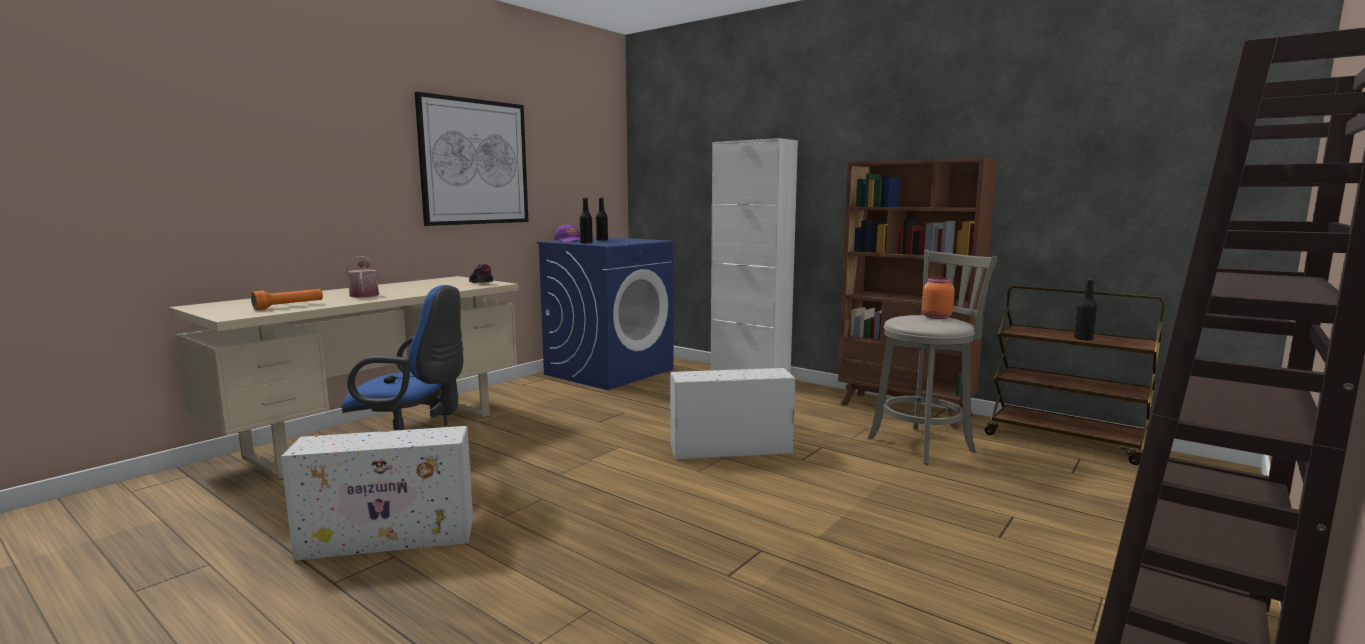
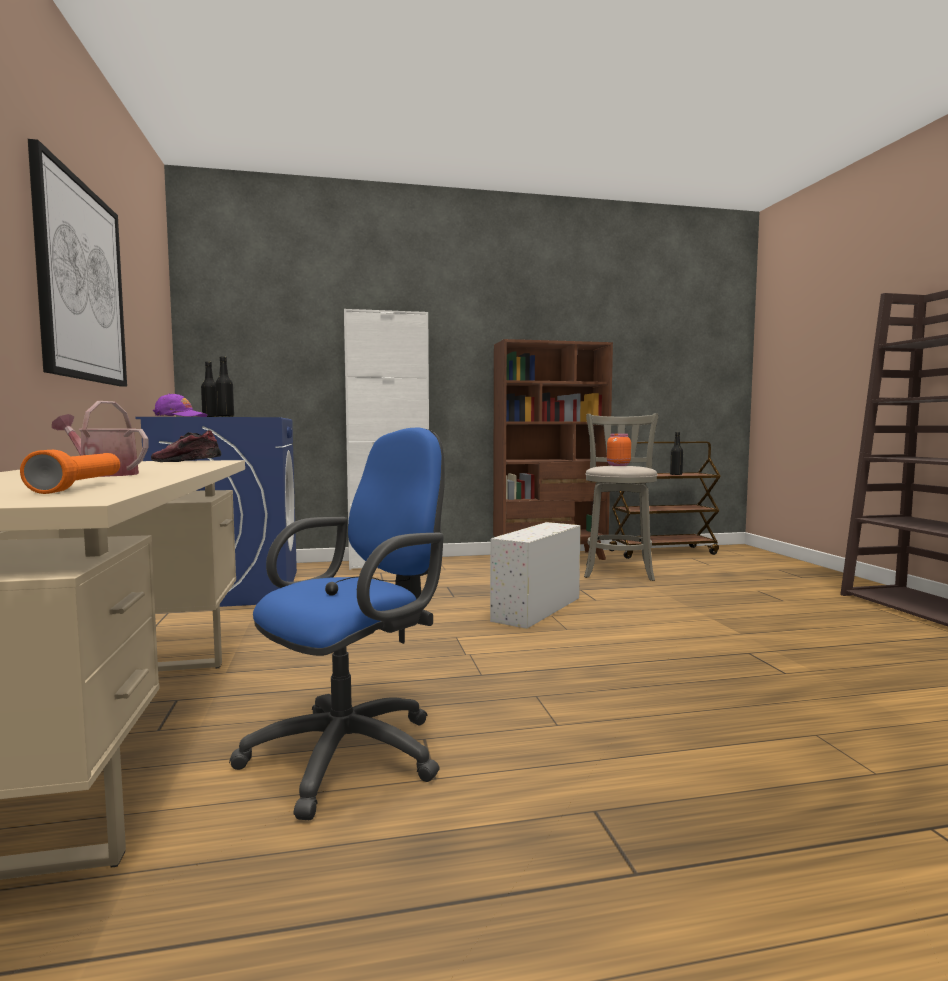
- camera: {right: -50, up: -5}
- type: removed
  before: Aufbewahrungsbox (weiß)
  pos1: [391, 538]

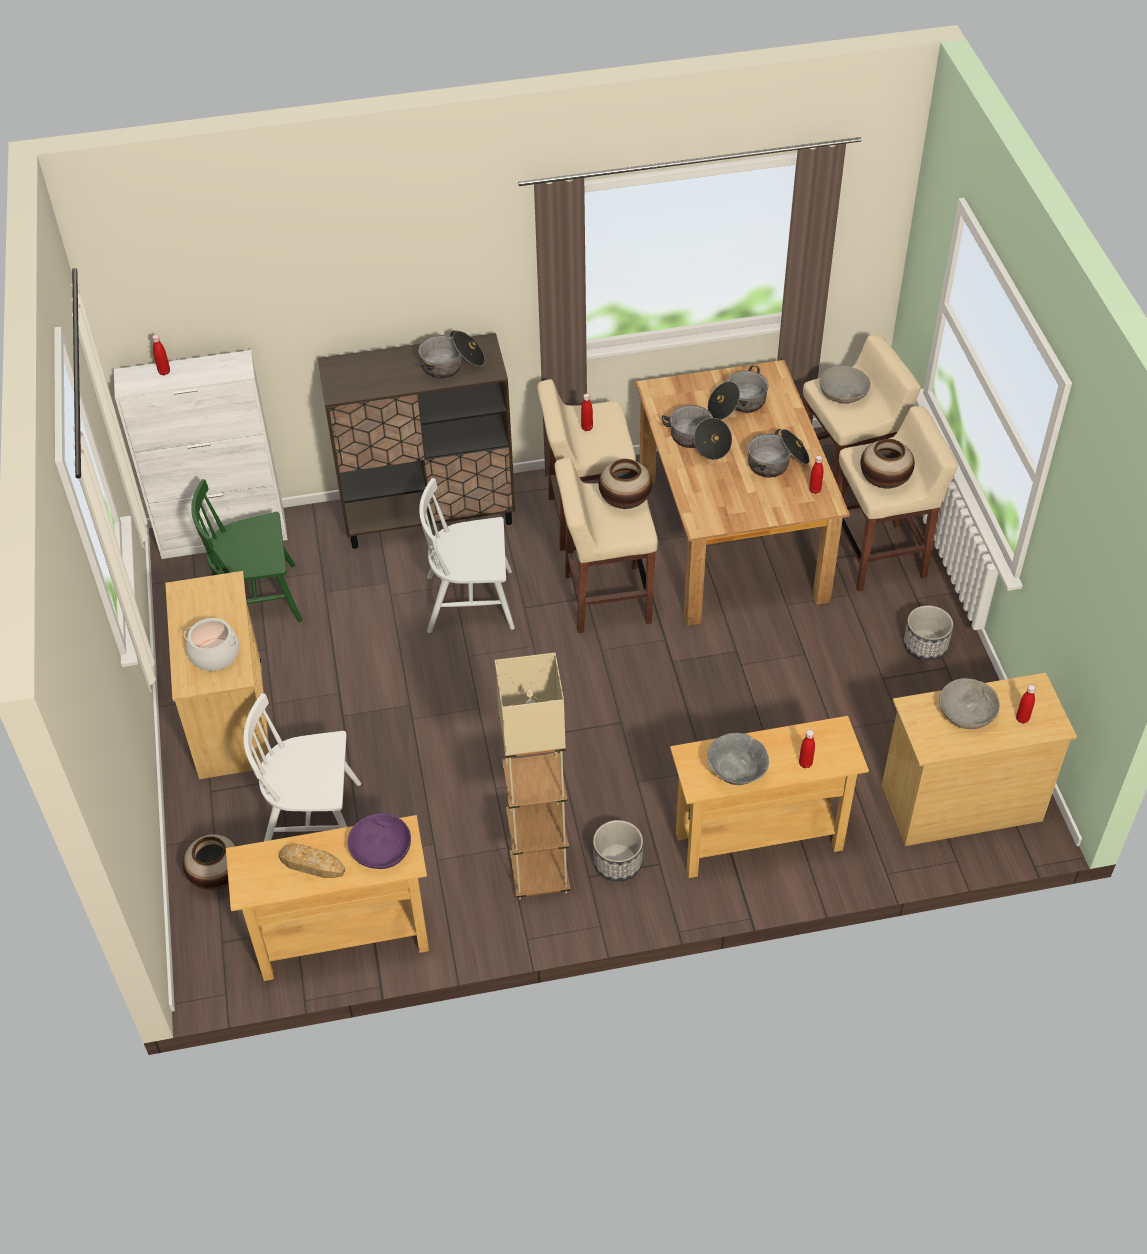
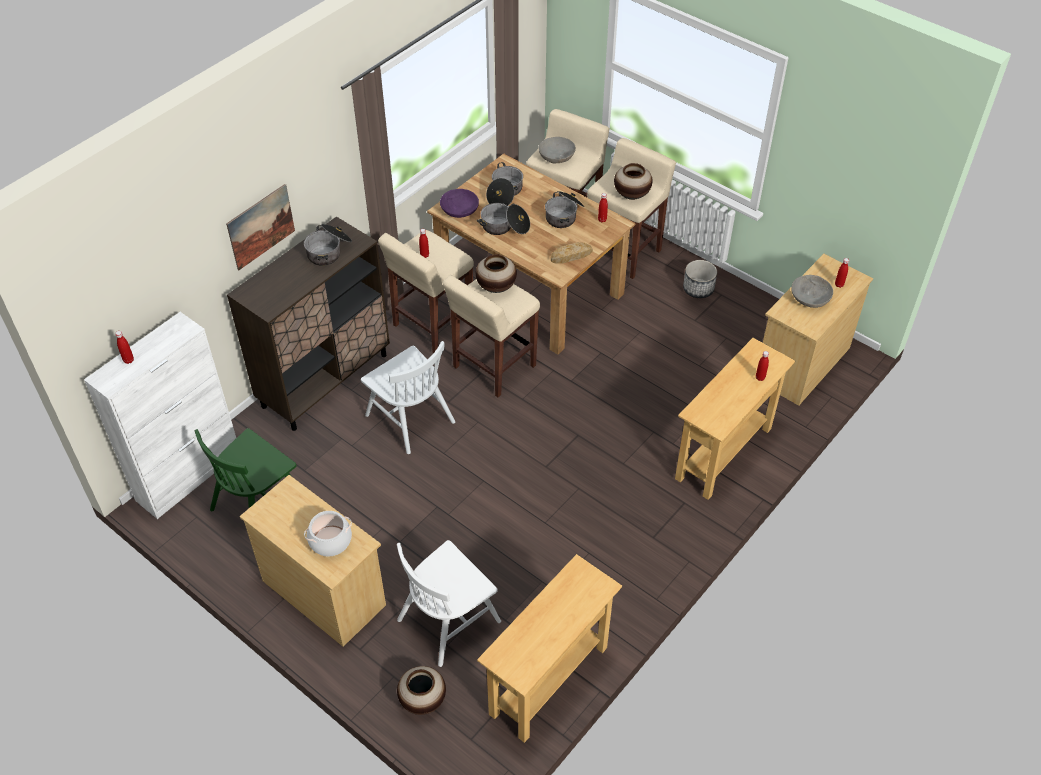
- camera: {right: -40, up: 0}
- type: turned
  before: Stuhl (weiß)
  pos1: [471, 601]
  pos2: [410, 418]
  turn: -90
- type: removed
  before: Stehlampe (beige)
  pos1: [539, 875]
- type: removed
  before: Schüssel (grau)
  pos1: [736, 774]
- type: moved
  before: Schüssel (lila)
  pos1: [381, 850]
  pos2: [459, 211]
- type: removed
  before: Pflanzkübel
  pos1: [617, 863]
- type: moved
  before: Brot
  pos1: [311, 865]
  pos2: [571, 256]
- type: added
  after: Bild
  pos2: [261, 226]

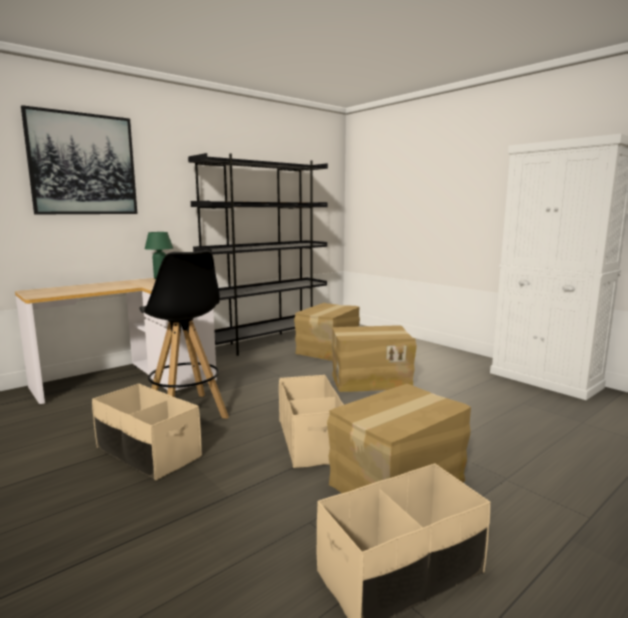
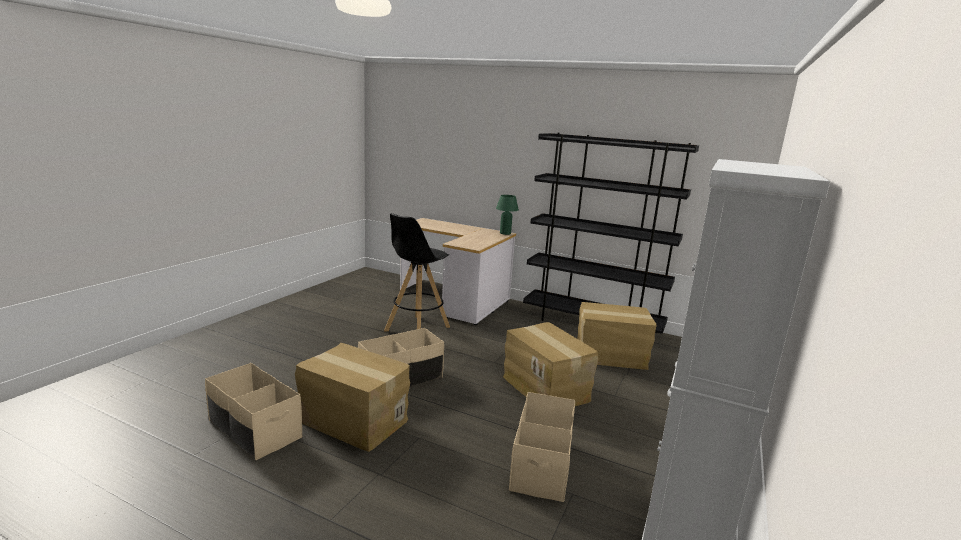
- camera: {right: 65, up: 5}
- type: removed
  before: Bild
  pos1: [83, 164]
- type: moved
  before: Aufbewahrungsbox (beige)
  pos1: [147, 452]
  pos2: [540, 464]

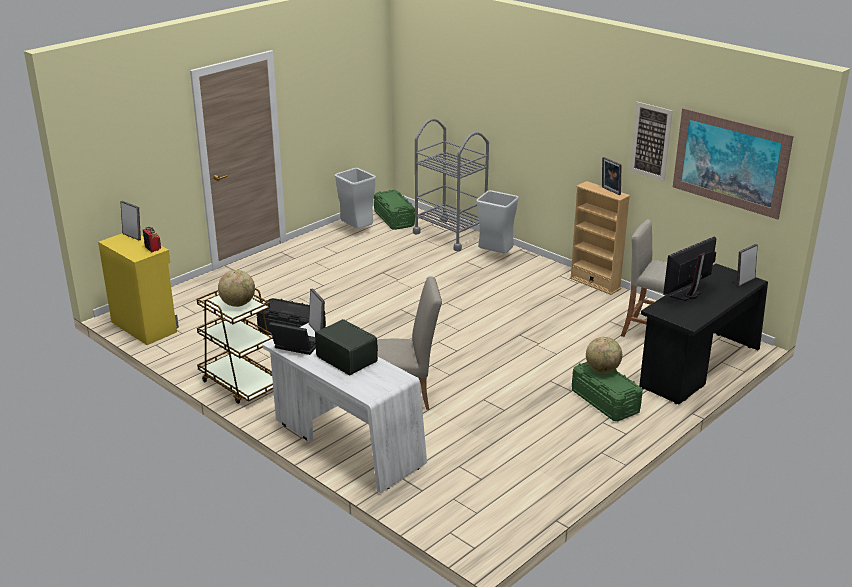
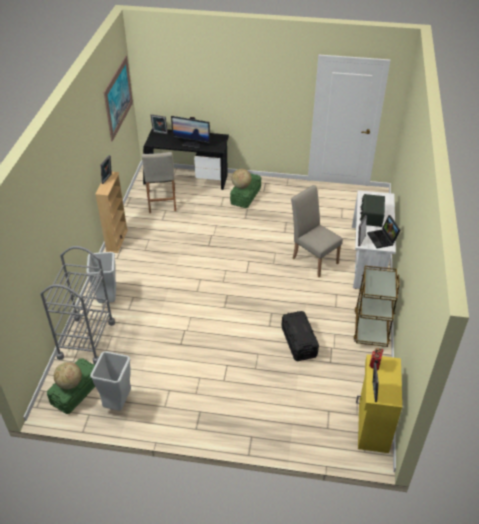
- camera: {right: -125, up: 15}
- type: removed
  before: Bild
  pos1: [650, 141]
- type: moved
  before: Globus
  pos1: [238, 304]
  pos2: [69, 383]

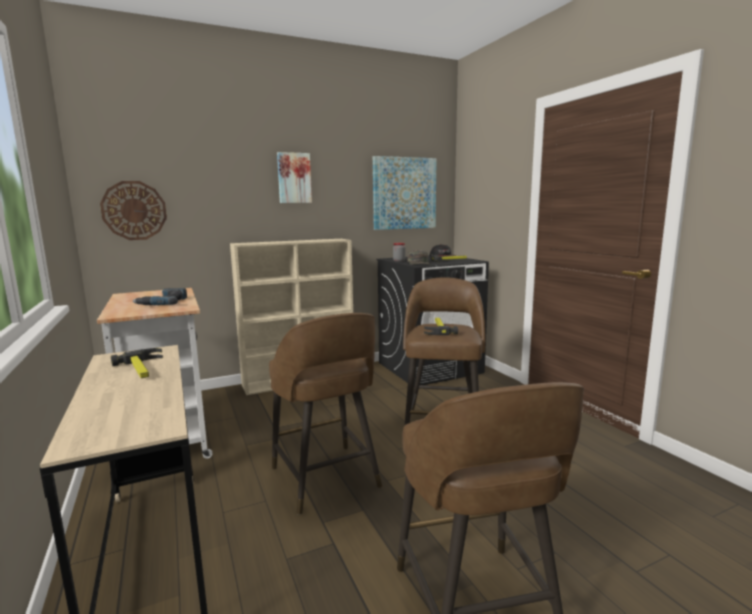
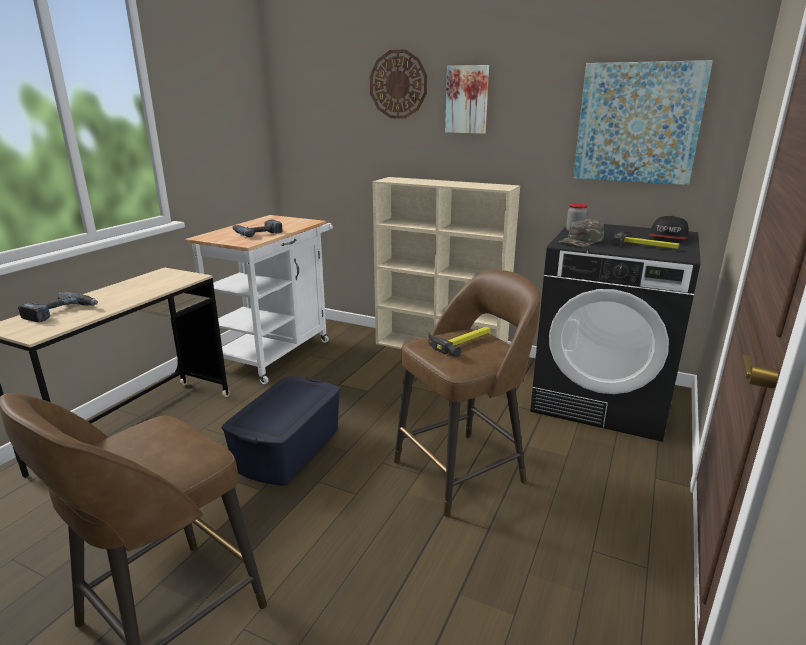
- camera: {right: 50, up: 10}
- type: moved
  before: Wanduhr
  pos1: [134, 210]
  pos2: [398, 84]
- type: replaced
  before: Hocker (braun)
  after: Aufbewahrungsbox (blau)
  pos1: [326, 479]
  pos2: [287, 449]
- type: removed
  before: Hammer
  pos1: [142, 369]
- type: added
  after: Bohrmaschine
  pos2: [60, 312]

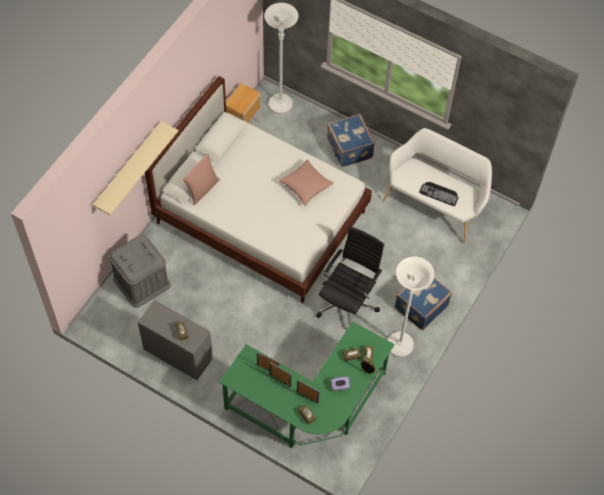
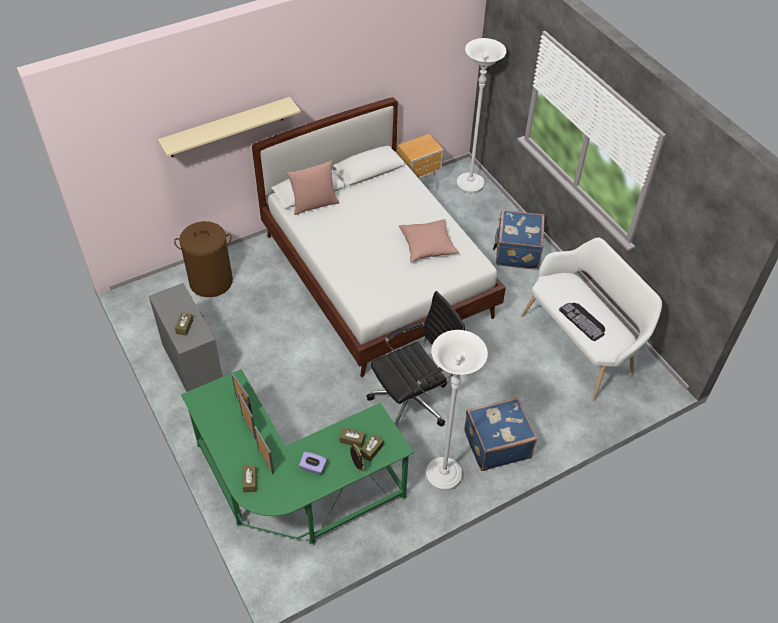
- camera: {right: 30, up: -10}
- type: replaced
  before: Aufbewahrungsbox (grau)
  after: Wäschekorb (braun)
  pos1: [141, 281]
  pos2: [211, 281]

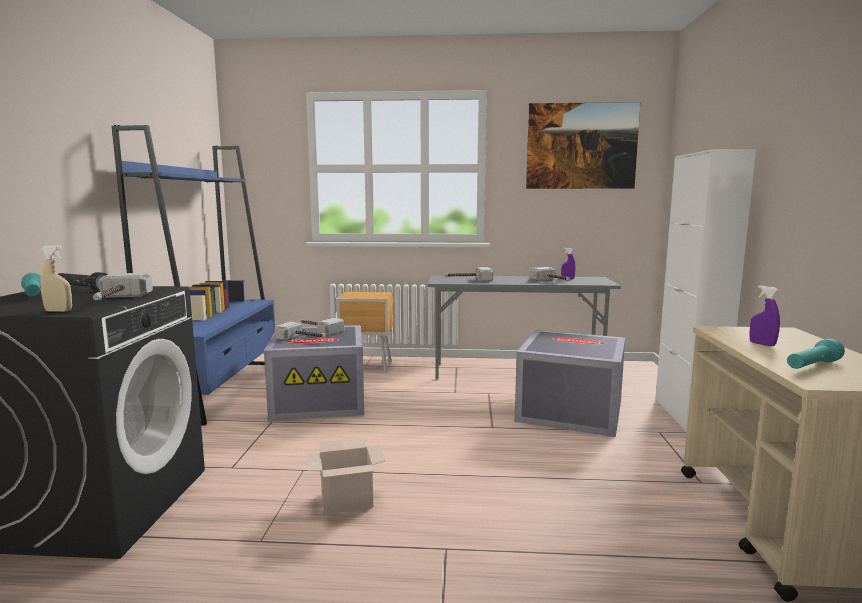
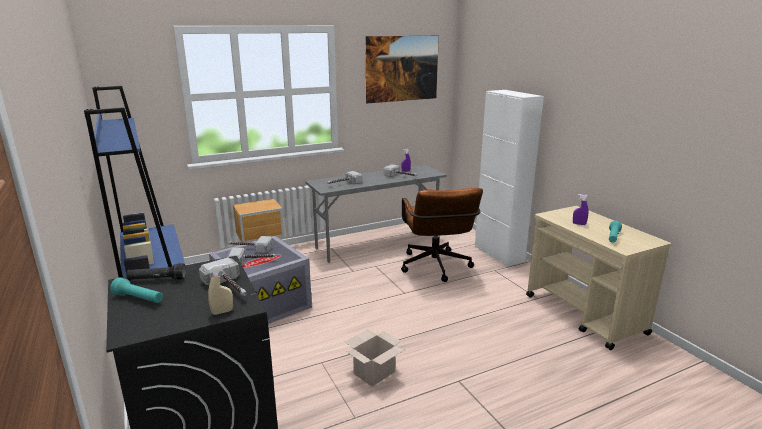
- camera: {right: -30, up: 10}
- type: replaced
  before: Aufbewahrungsbox (grau)
  after: Bürostuhl (braun)
  pos1: [568, 411]
  pos2: [436, 268]

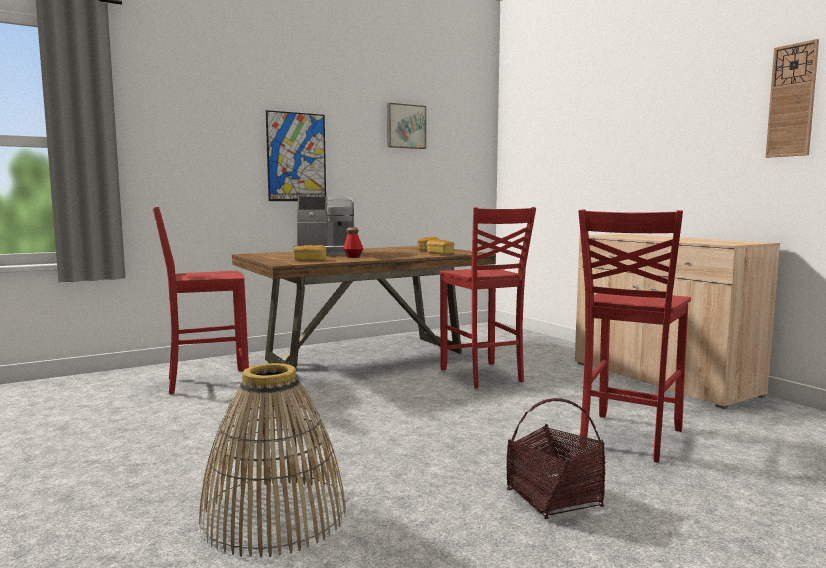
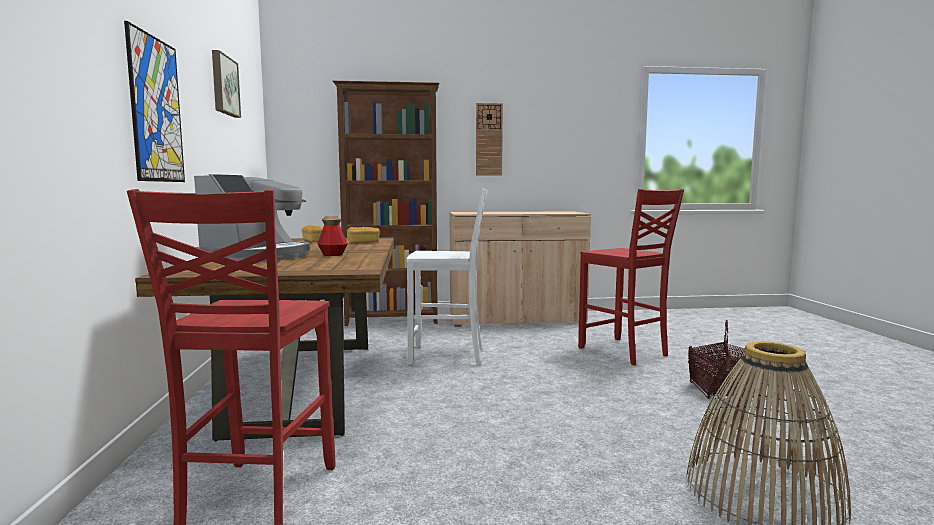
- camera: {right: -65, up: 0}
- type: moved
  before: Wanduhr
  pos1: [792, 100]
  pos2: [489, 139]
- type: recoloured
  before: Stuhl (rot)
  after: Stuhl (weiß)
  pos1: [482, 376]
  pos2: [448, 356]
- type: removed
  before: Brot
  pos1: [310, 260]
- type: added
  after: Bücherregal (braun)
  pos2: [393, 320]

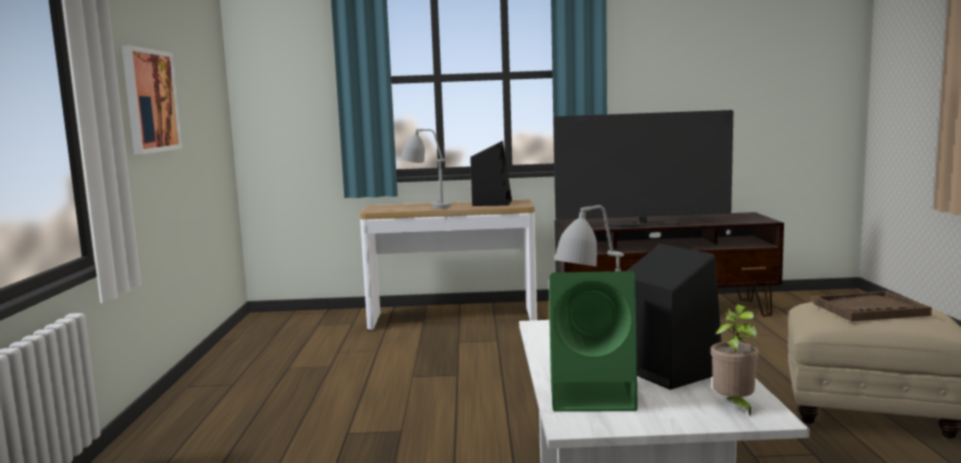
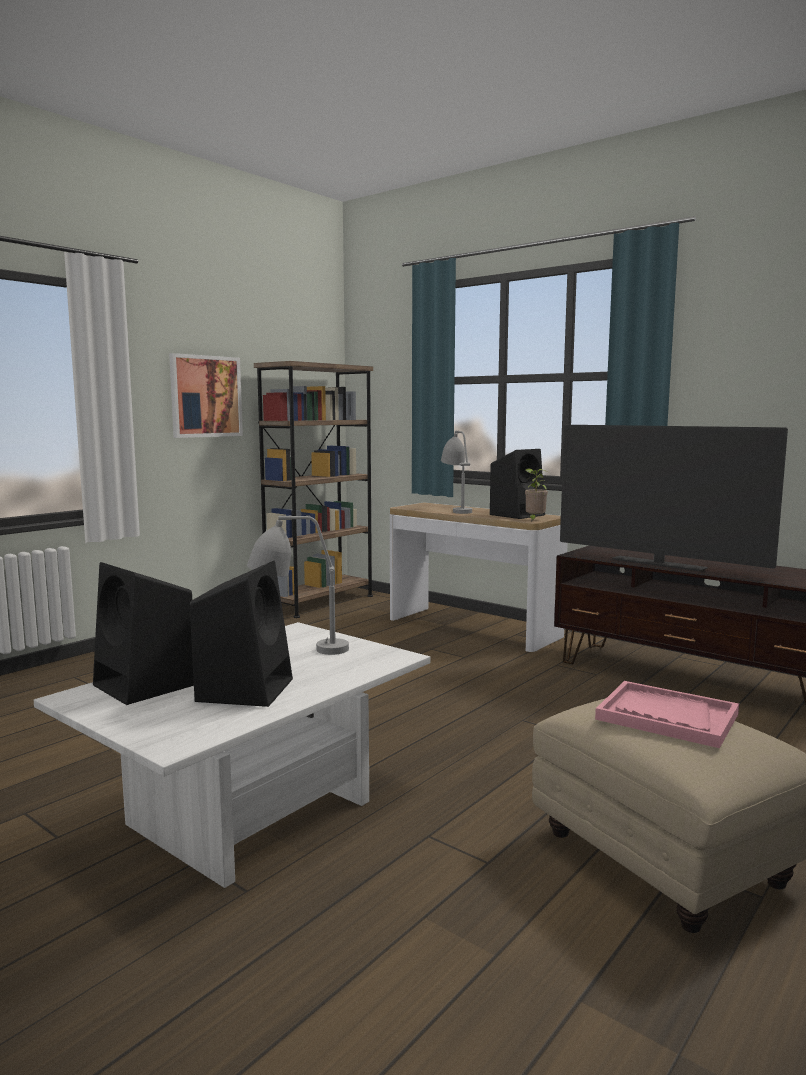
- camera: {right: 40, up: 0}
- type: recoloured
  before: Lautsprecher (grün)
  after: Lautsprecher (schwarz)
  pos1: [594, 395]
  pos2: [146, 685]
- type: recoloured
  before: Tablett (braun)
  after: Tablett (rosa)
  pos1: [869, 309]
  pos2: [666, 717]
- type: moved
  before: Topfpflanze
  pos1: [734, 407]
  pos2: [534, 520]
- type: added
  after: Bücherregal (braun)
  pos2: [320, 602]

